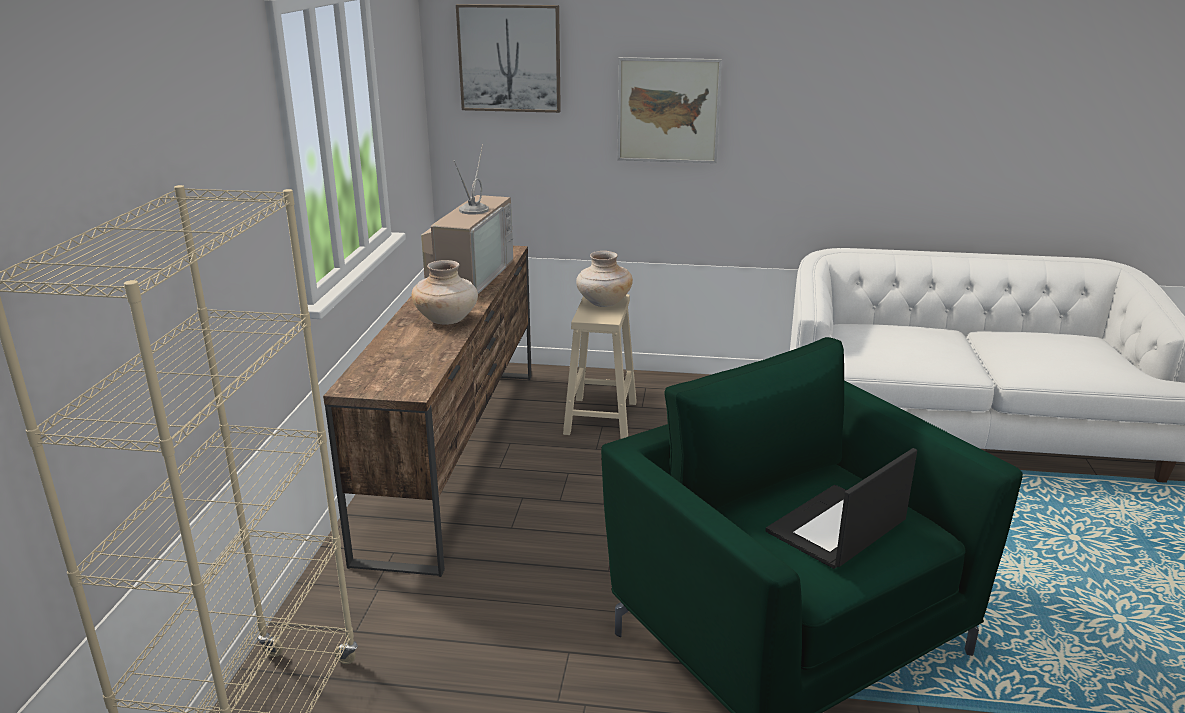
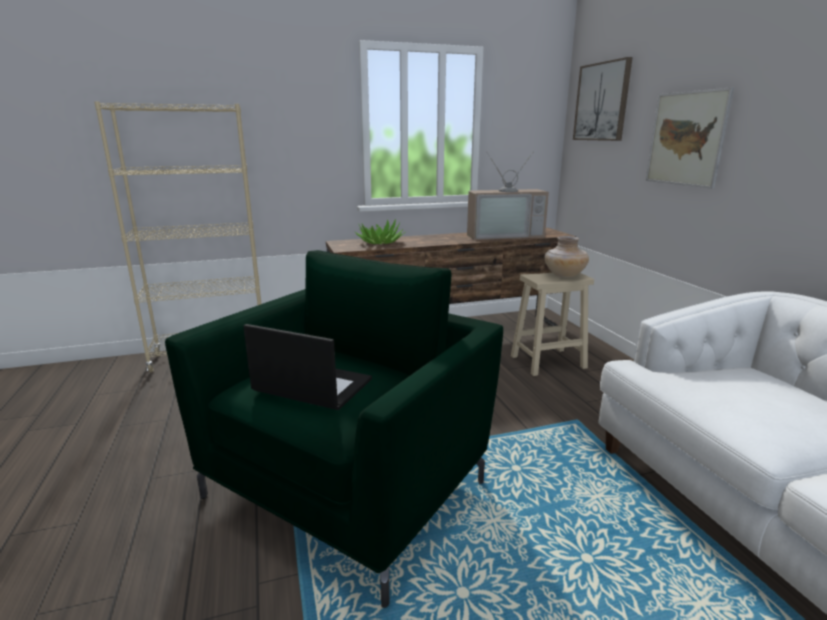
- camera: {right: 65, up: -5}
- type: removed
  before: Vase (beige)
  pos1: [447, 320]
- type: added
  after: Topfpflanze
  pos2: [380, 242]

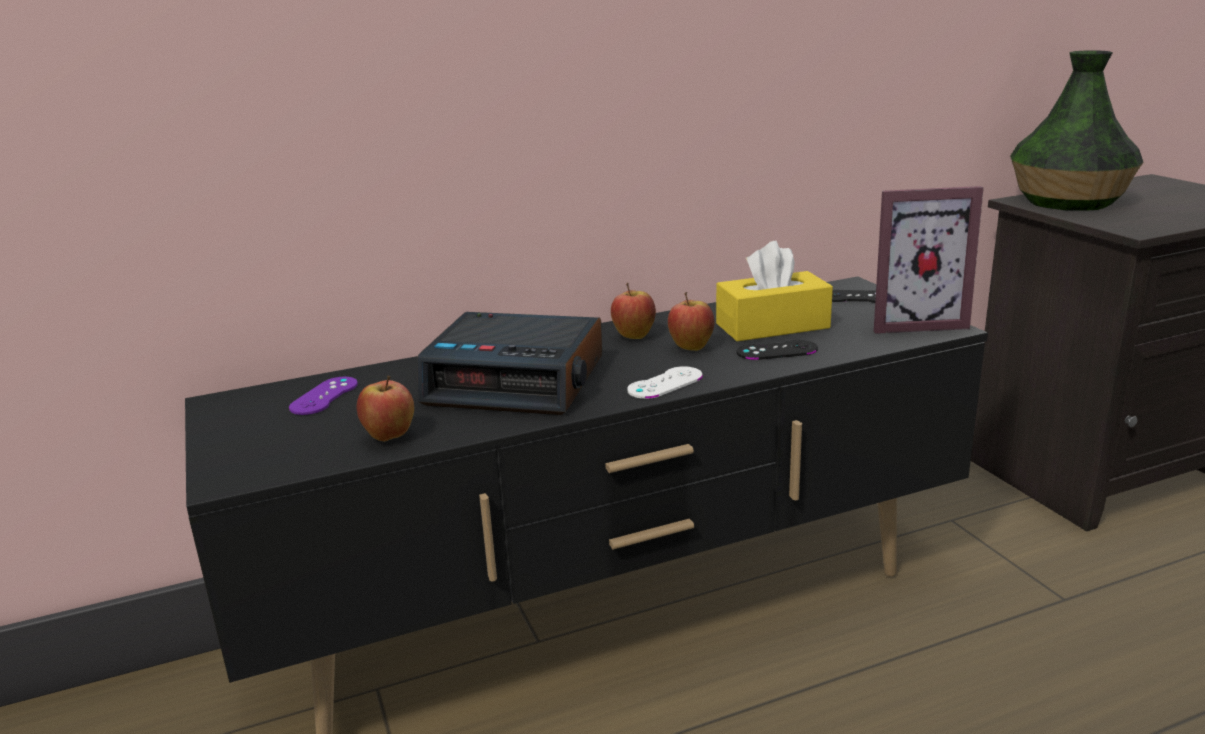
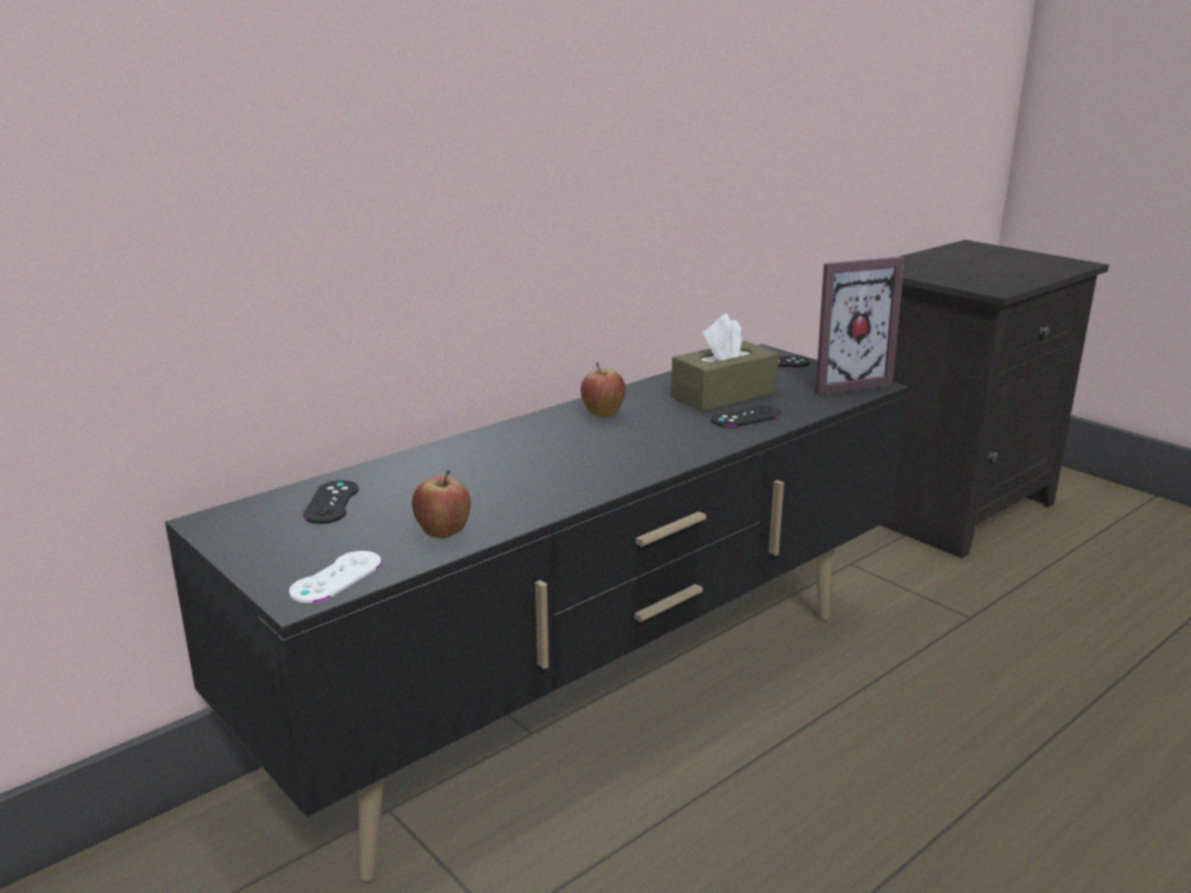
- camera: {right: -20, up: 0}
- type: removed
  before: Vase
  pos1: [1067, 201]
- type: recoloured
  before: Taschentuchbox (gelb)
  after: Taschentuchbox (braun)
  pos1: [772, 326]
  pos2: [723, 395]
- type: removed
  before: Apfel
  pos1: [691, 348]
- type: removed
  before: Wecker
  pos1: [518, 380]
- type: moved
  before: Gamepad (weiß)
  pos1: [665, 383]
  pos2: [336, 577]
- type: recoloured
  before: Gamepad (lila)
  after: Gamepad (schwarz)
  pos1: [324, 396]
  pos2: [331, 502]

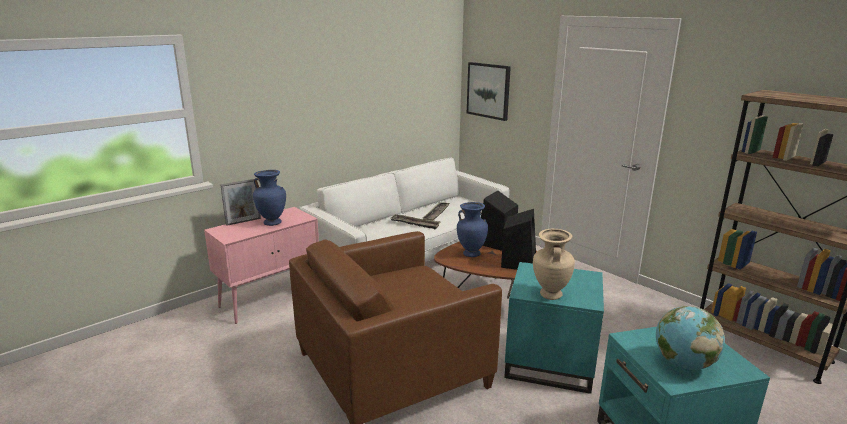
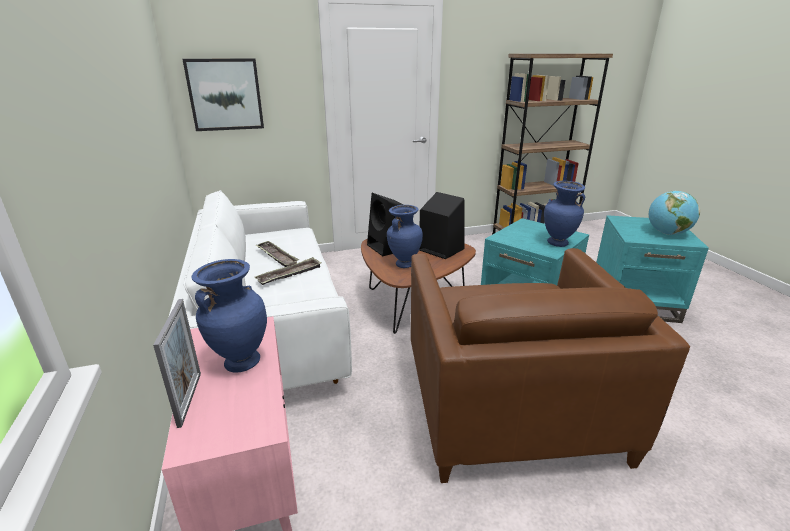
- camera: {right: -65, up: 5}
- type: recoloured
  before: Vase (beige)
  after: Vase (blau)
  pos1: [550, 295]
  pos2: [557, 243]

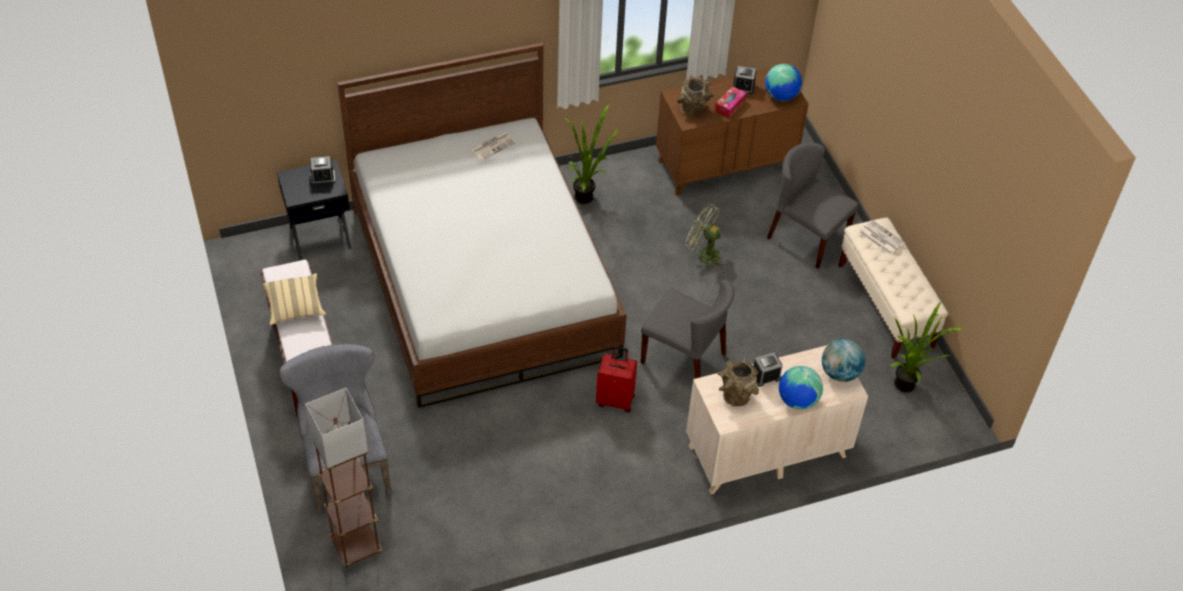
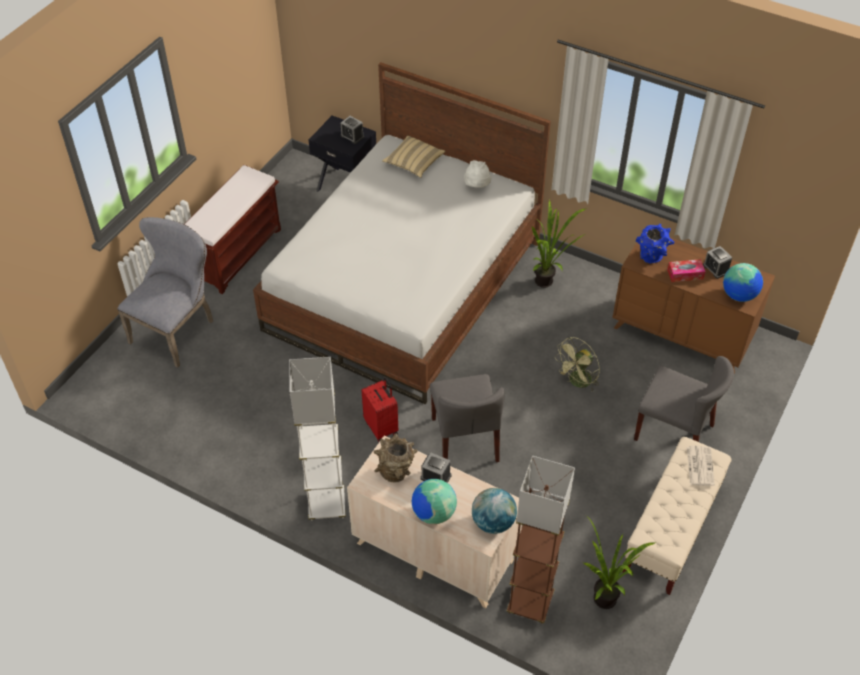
- camera: {right: 50, up: 0}
- type: recoloured
  before: Vase (braun)
  after: Vase (blau)
  pos1: [694, 110]
  pos2: [652, 258]
- type: replaced
  before: Zeitung
  after: Hut (weiß)
  pos1: [493, 145]
  pos2: [477, 186]
- type: turned
  before: Stuhl (grau)
  pos1: [806, 238]
  pos2: [674, 432]
  turn: 120
- type: turned
  before: Ventilator (grün)
  pos1: [703, 254]
  pos2: [577, 382]
  turn: -120
- type: moved
  before: Kissen (beige)
  pos1: [295, 306]
  pos2: [414, 163]
- type: moved
  before: Stehlampe (braun)
  pos1: [356, 547]
  pos2: [530, 603]
- type: added
  after: Stehlampe (weiß)
  pos2: [326, 505]

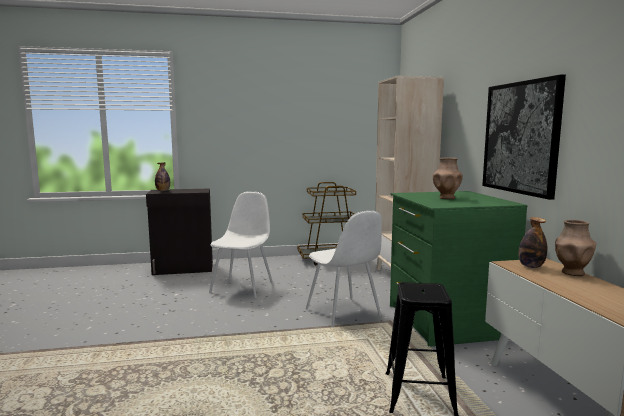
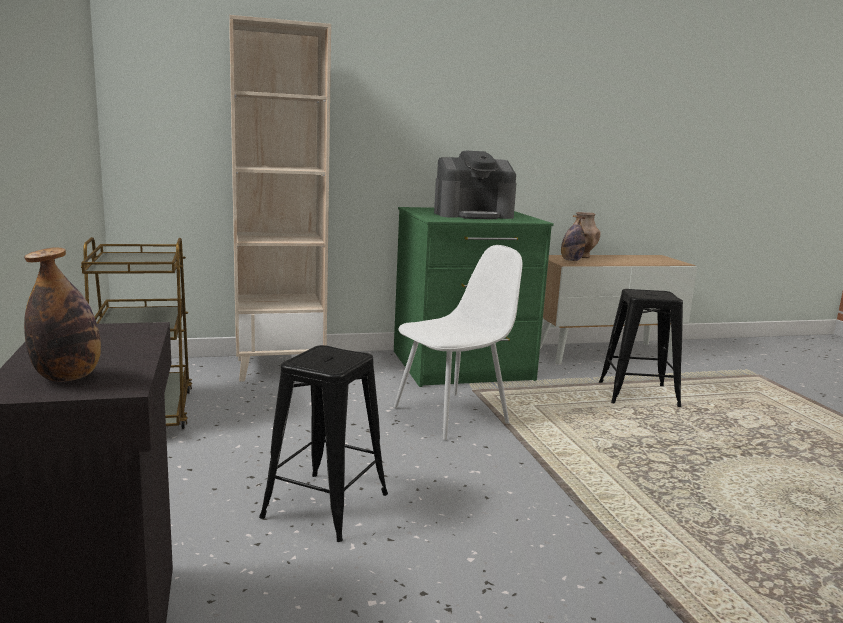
- camera: {right: -95, up: 5}
- type: removed
  before: Bild
  pos1: [520, 137]
- type: replaced
  before: Vase (braun)
  after: Kaffeemaschine
  pos1: [446, 198]
  pos2: [473, 215]
- type: replaced
  before: Stuhl (weiß)
  after: Hocker (schwarz)
  pos1: [242, 287]
  pos2: [326, 505]

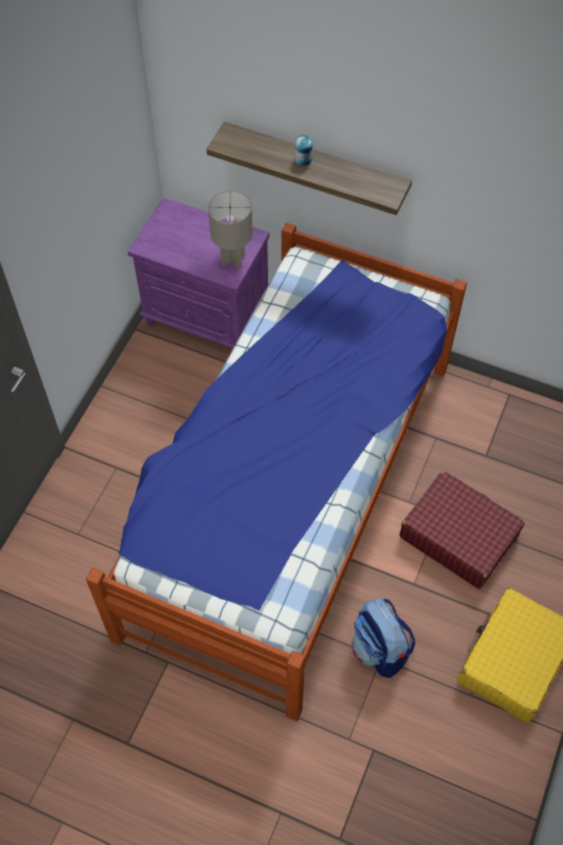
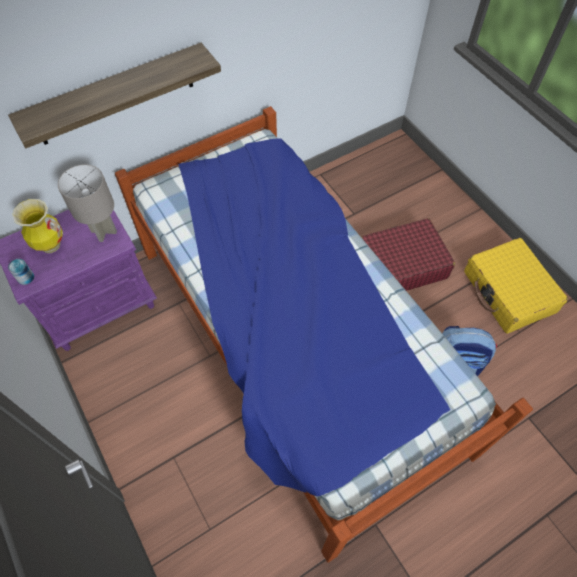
- camera: {right: -55, up: 0}
- type: moved
  before: Dose
  pos1: [303, 159]
  pos2: [25, 277]
- type: added
  after: Vase
  pos2: [50, 245]

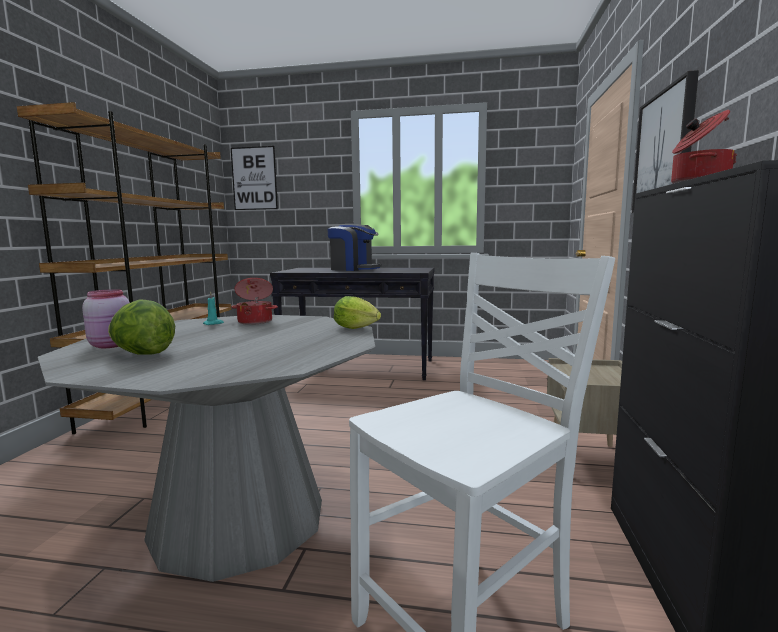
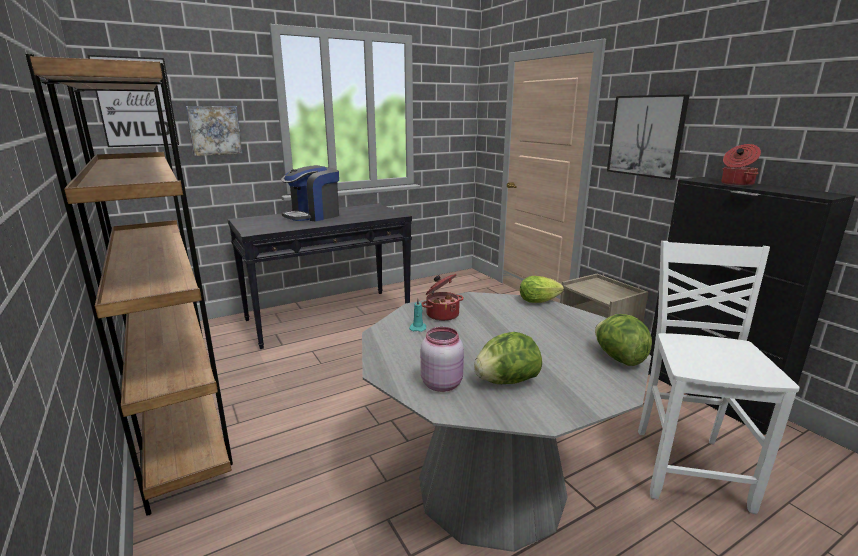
- camera: {right: -40, up: 10}
- type: turned
  before: Kaffeemaschine
  pos1: [354, 269]
  pos2: [313, 216]
  turn: 150
- type: added
  after: Bild
  pos2: [214, 130]
- type: added
  after: Salatkopf
  pos2: [618, 358]

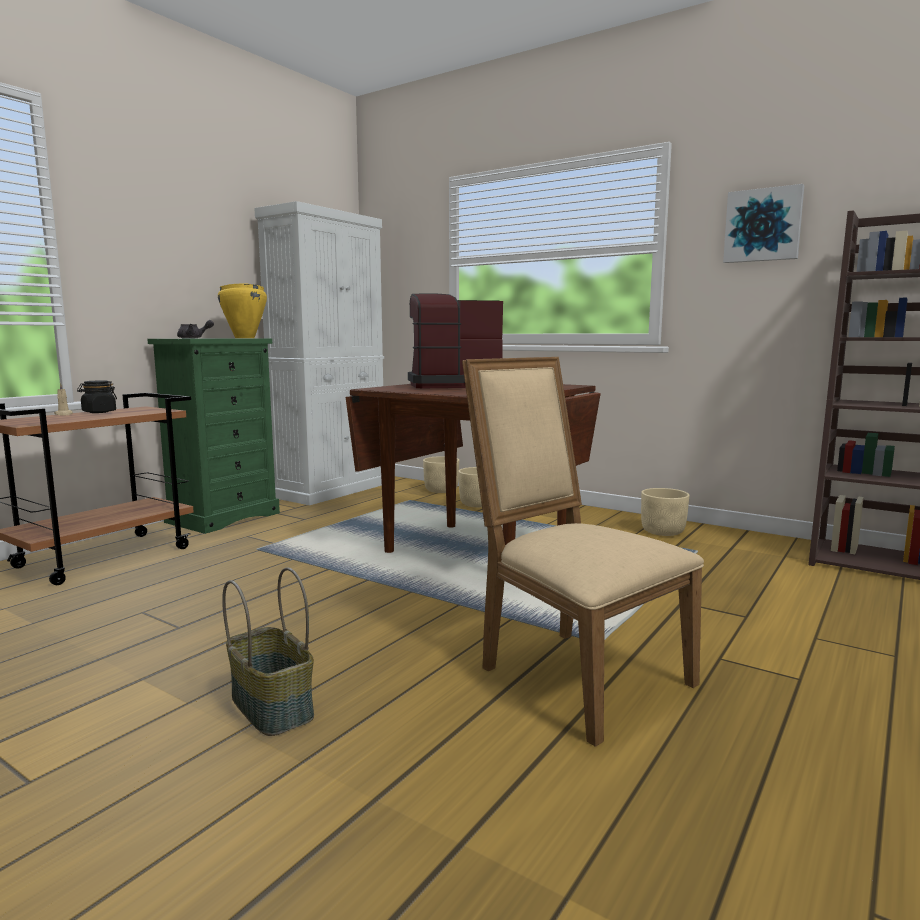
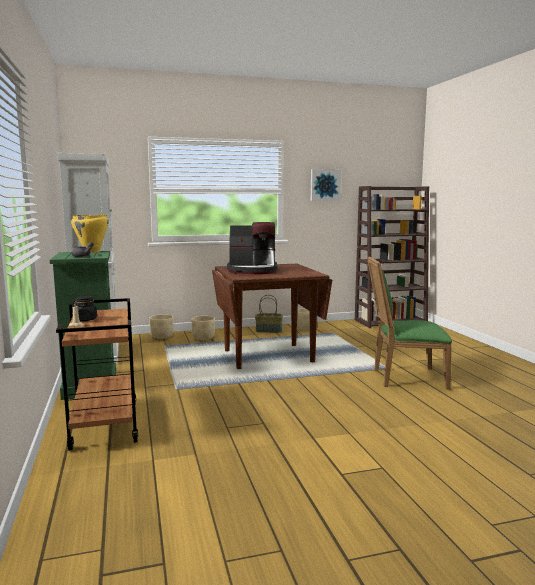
- camera: {right: -50, up: 0}
- type: turned
  before: Kaffeemaschine
  pos1: [453, 385]
  pos2: [253, 271]
  turn: -120
- type: recoloured
  before: Stuhl (beige)
  after: Stuhl (grün)
  pos1: [573, 674]
  pos2: [404, 378]
- type: moved
  before: Korb
  pos1: [273, 706]
  pos2: [269, 330]

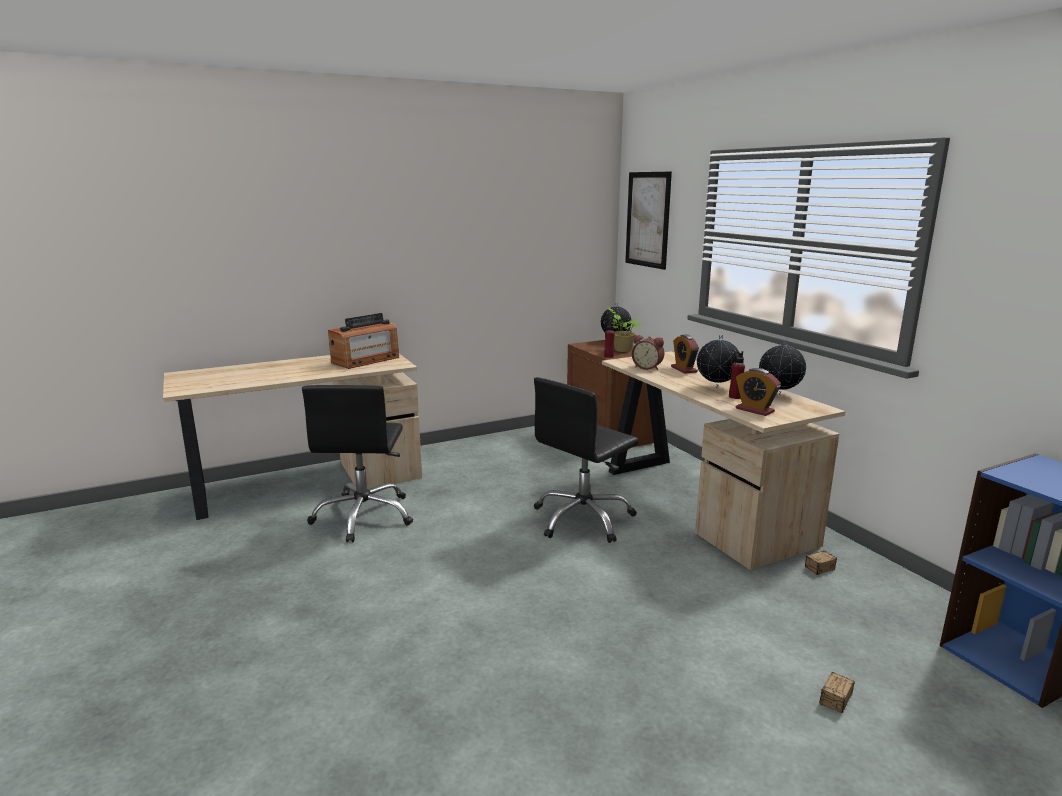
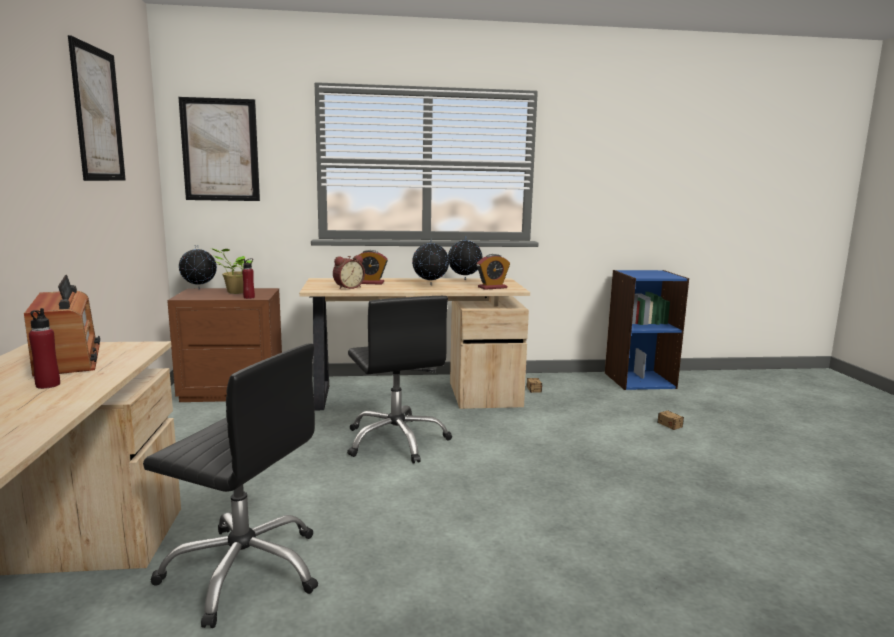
- camera: {right: -70, up: -5}
- type: moved
  before: Flasche (rot)
  pos1: [735, 397]
  pos2: [48, 385]
- type: added
  after: Bild
  pos2: [97, 114]

